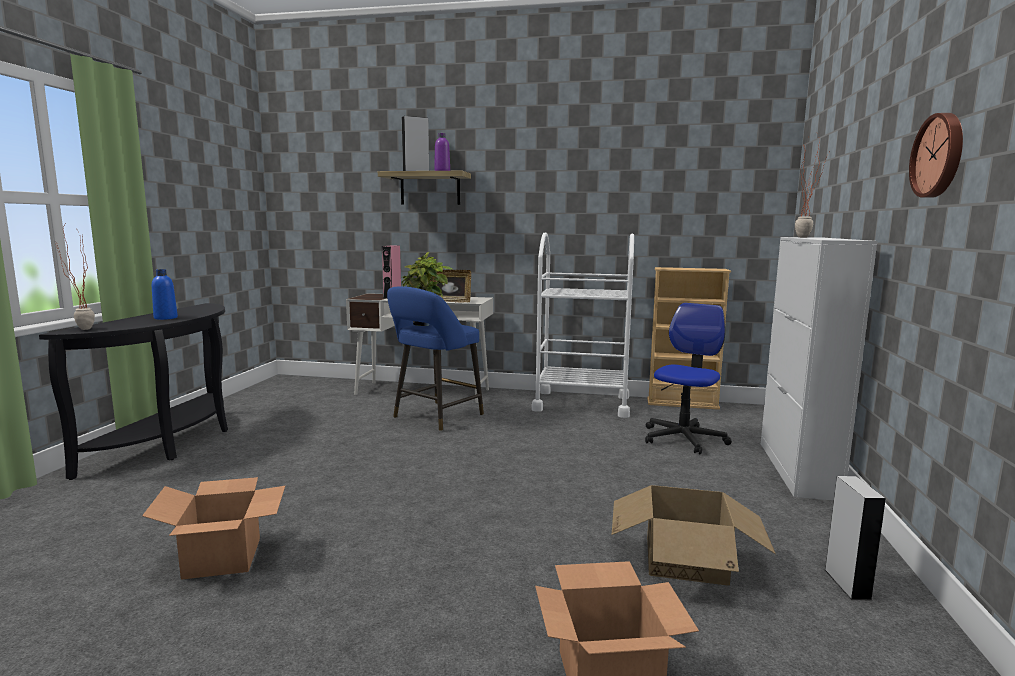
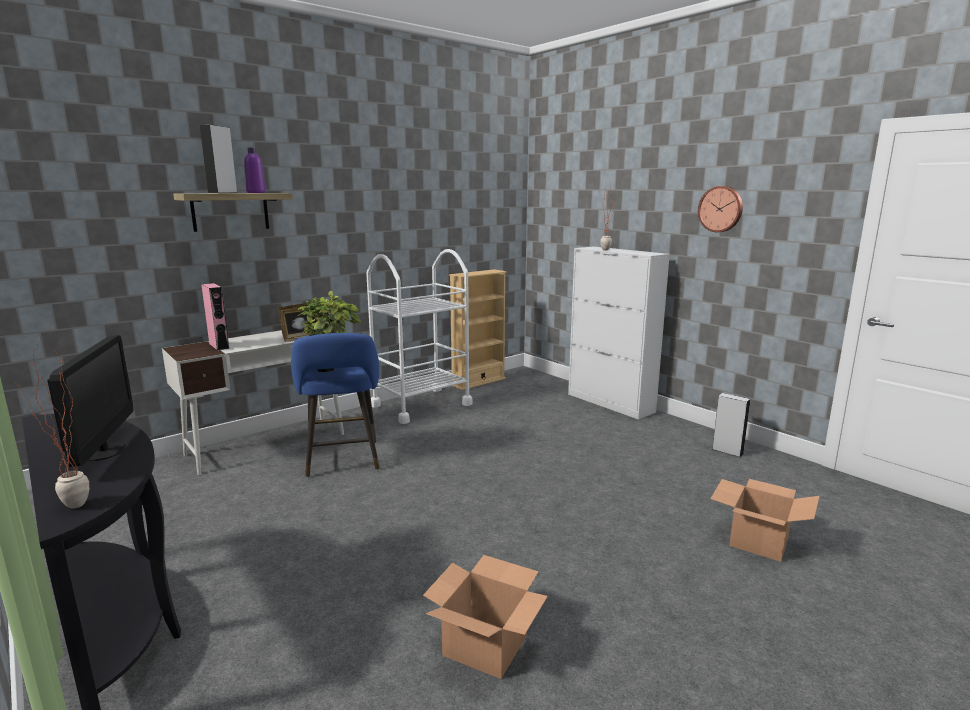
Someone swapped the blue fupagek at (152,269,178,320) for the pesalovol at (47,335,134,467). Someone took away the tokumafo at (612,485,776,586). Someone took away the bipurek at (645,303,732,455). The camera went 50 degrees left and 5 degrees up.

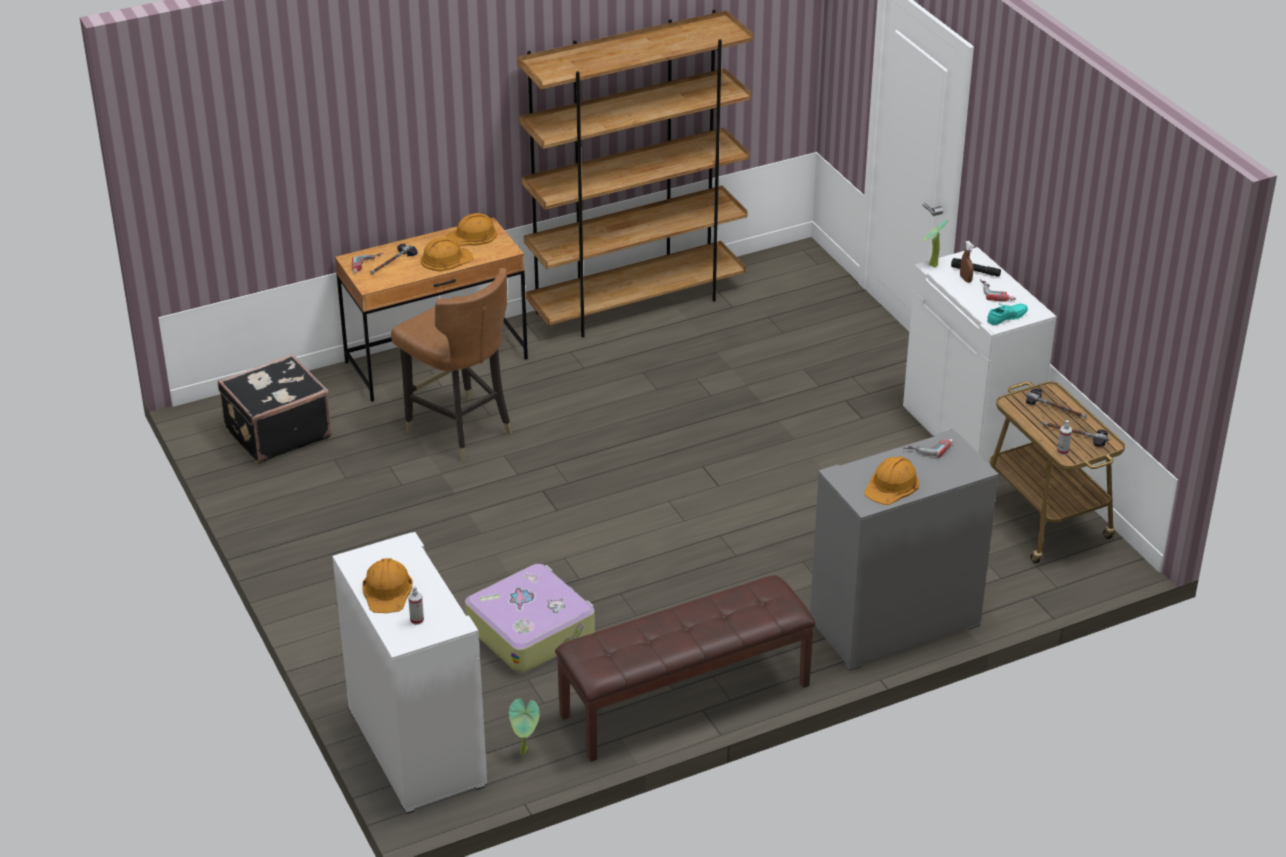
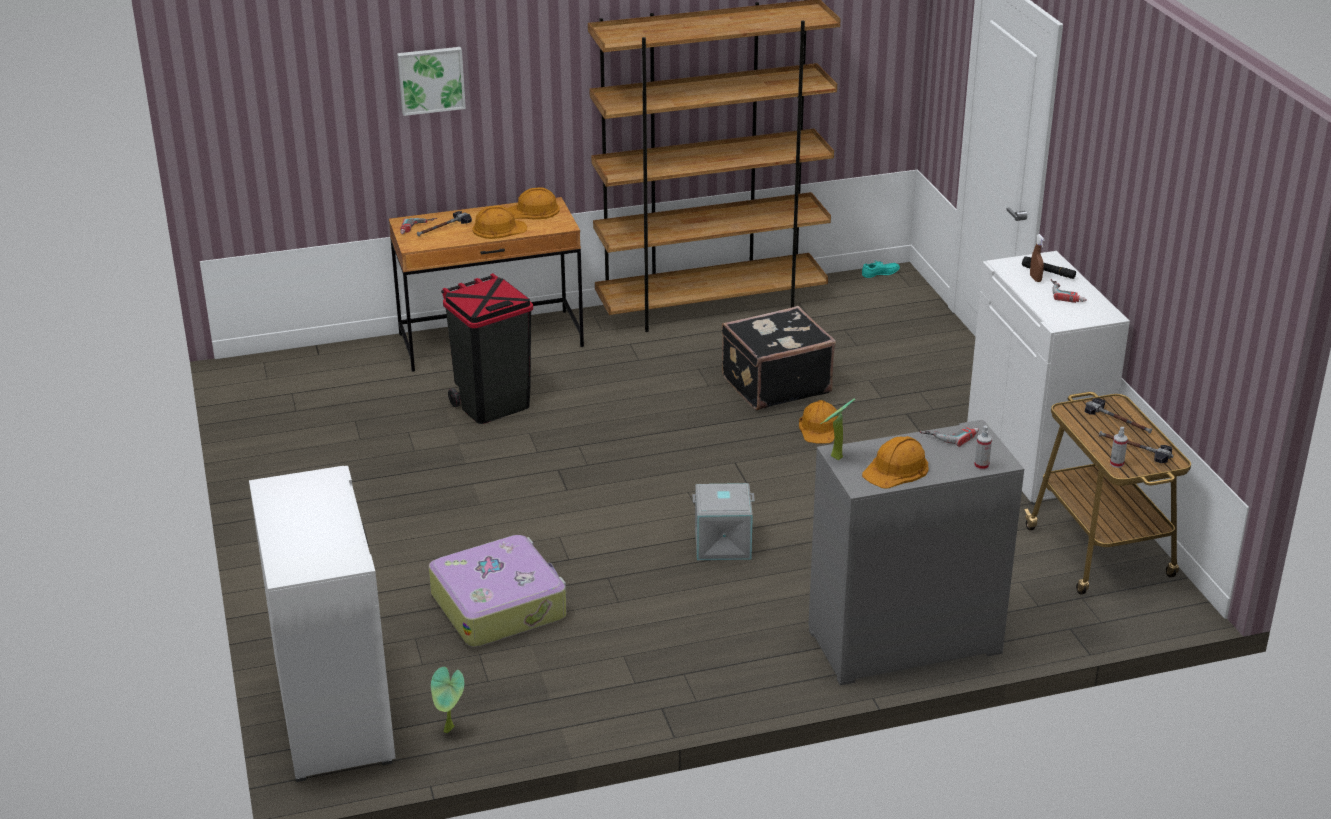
Someone carried the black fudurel from (218,354,331,464) to (722,306,836,410). Someone carried the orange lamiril from (363,558,413,613) to (799,400,838,444). Someone swapped the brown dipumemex at (391,268,512,461) for the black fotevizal at (441,273,533,424). Someone carried the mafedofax from (408,586,424,625) to (974,426,992,470). Someone took away the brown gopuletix at (555,575,816,762). Someone carried the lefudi from (922,220,949,268) to (820,398,855,460). Someone carried the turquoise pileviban from (987,303,1028,325) to (862,260,900,278). Someone put up the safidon at (397,47,466,116). Someone put down the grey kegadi at (692,483,755,560). The camera went 10 degrees right and 5 degrees down.

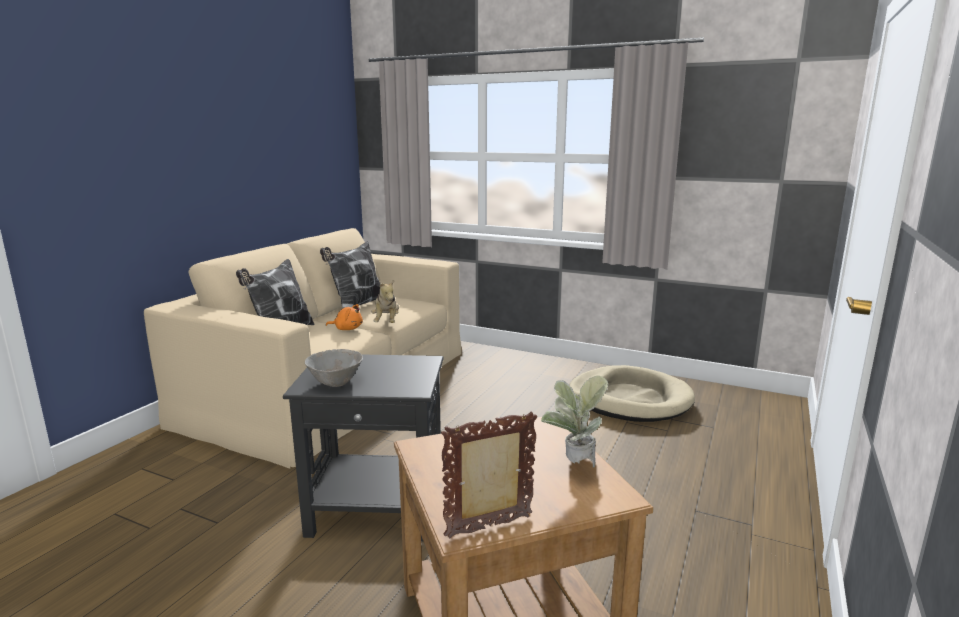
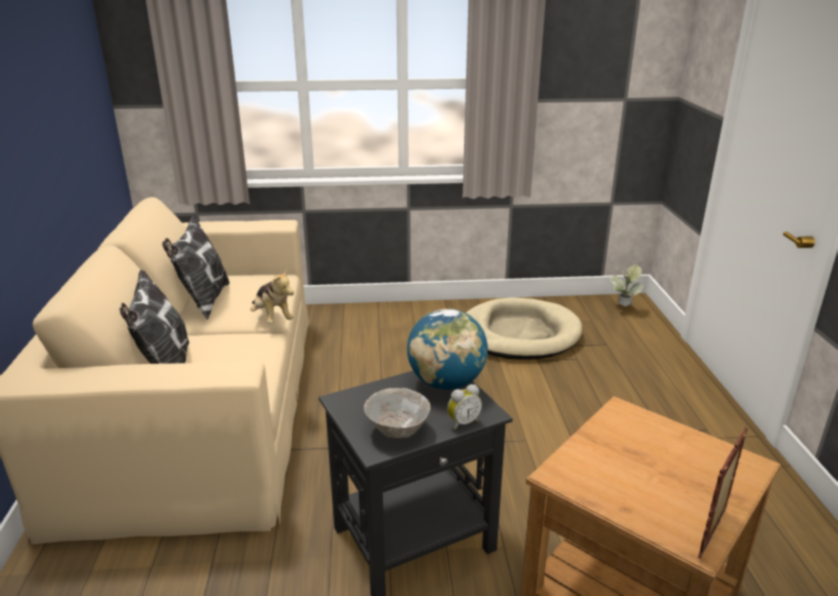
Someone took away the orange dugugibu at (326,304,363,330). Someone carried the lefudi from (541,376,608,468) to (610,264,643,307). Someone put down the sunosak at (407,309,488,390). Someone put down the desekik at (447,384,482,430). The camera went 30 degrees left and 10 degrees up.

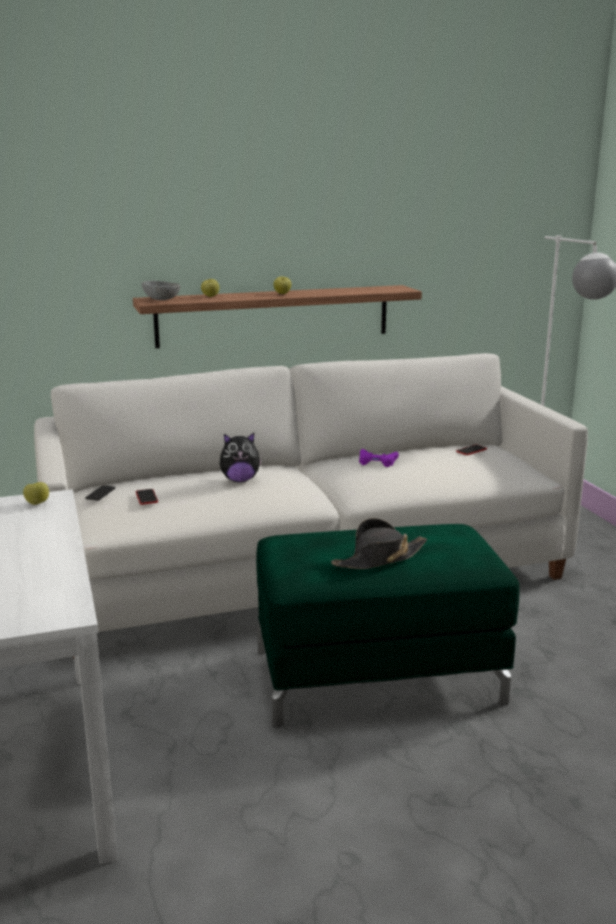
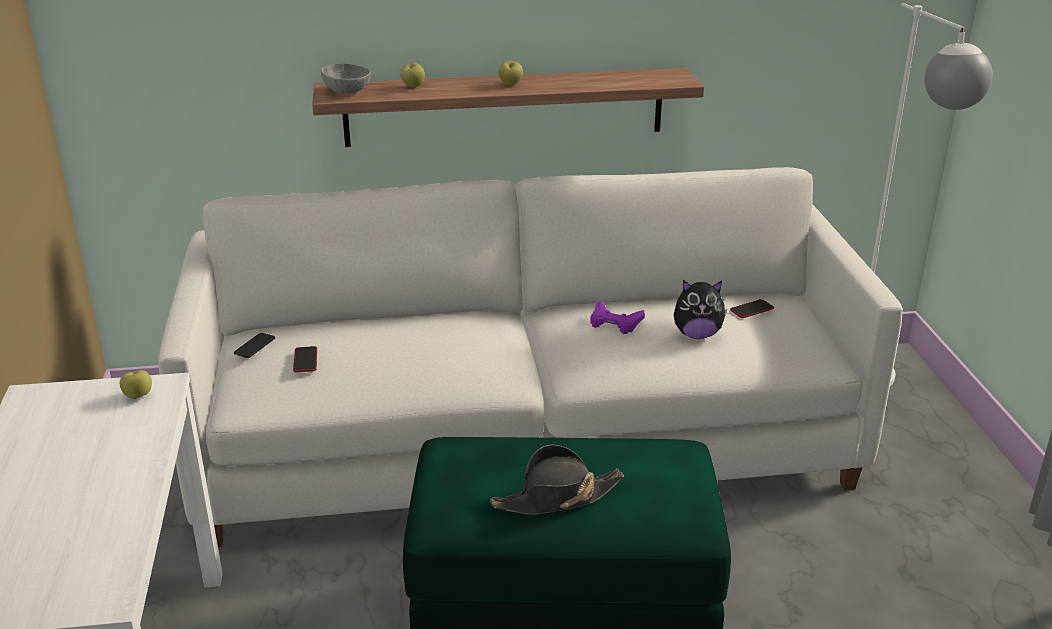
Someone carried the dugugibu from (219,433,262,482) to (674,280,727,339). The camera went 10 degrees right and 10 degrees up.

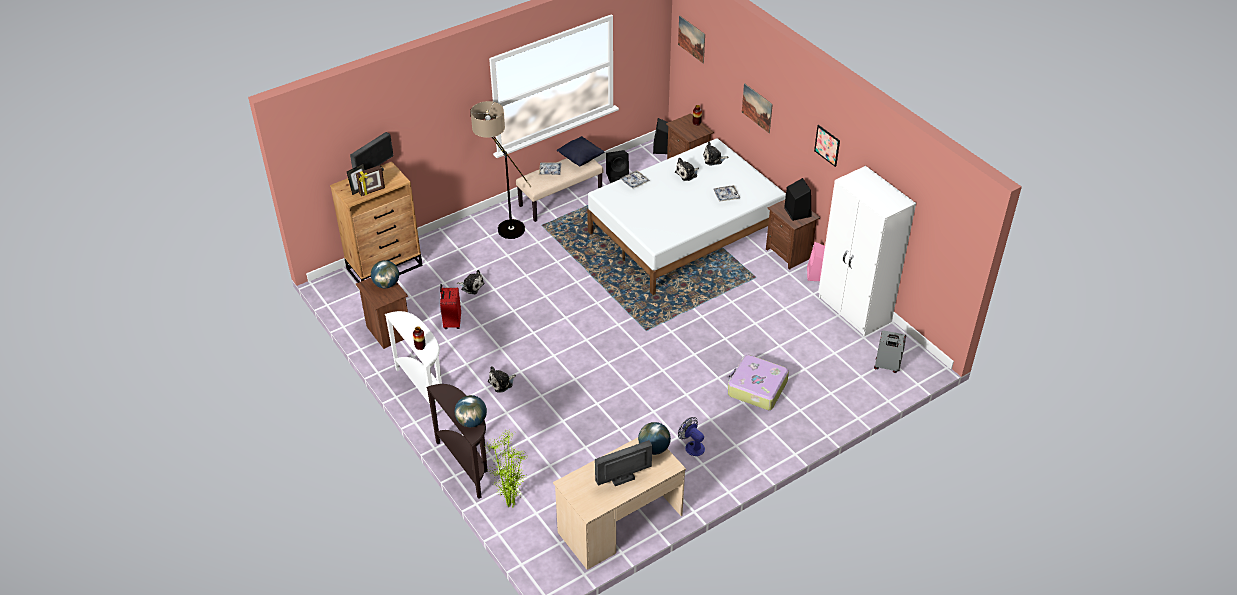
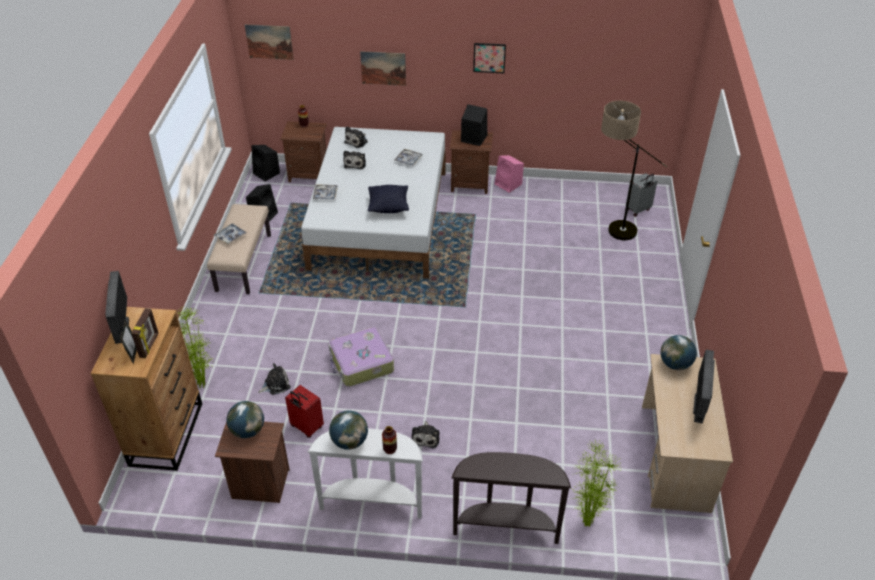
Someone carried the sunosak from (455,395,487,427) to (329,411,368,450). Someone carried the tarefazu from (471,101,531,239) to (601,101,667,240). Someone carried the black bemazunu from (557,136,605,166) to (368,185,409,213). Someone took away the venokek at (678,417,705,456). Someone carried the fudurel from (728,355,789,410) to (328,327,394,387). Someone took away the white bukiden at (818,166,916,336). Someone put down the lefudi at (177,307,213,388). The camera went 50 degrees left and 0 degrees up.

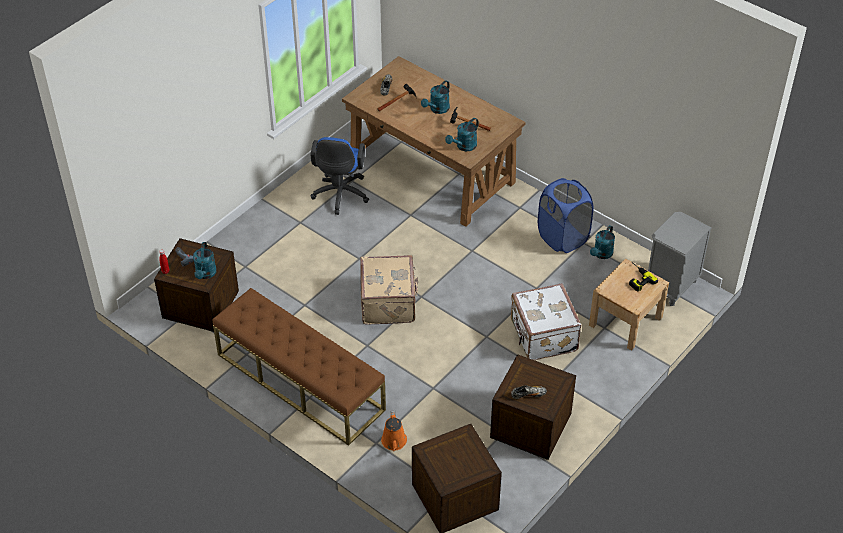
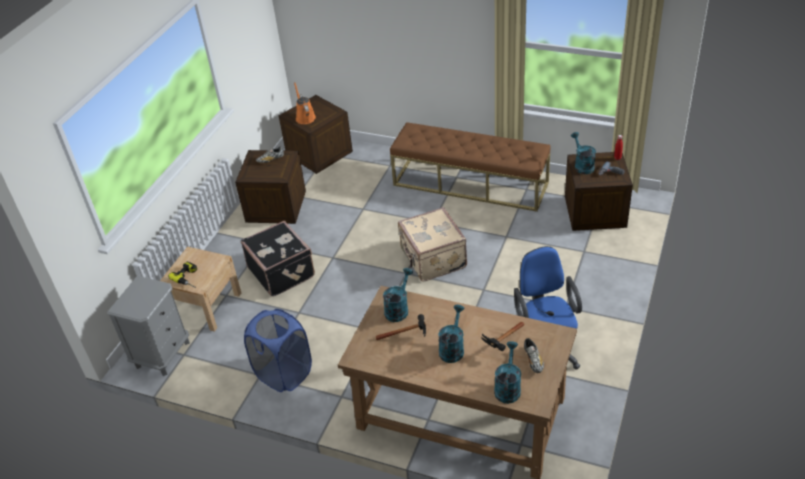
Someone carried the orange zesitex from (381,411,407,452) to (294,82,316,124). Someone repainted the white fudurel at (511,283,581,360), which became the black fudurel at (241,221,315,297). Someone carried the turquoise zesitex from (590,225,615,259) to (494,341,521,404). The camera went 165 degrees right and 5 degrees down.

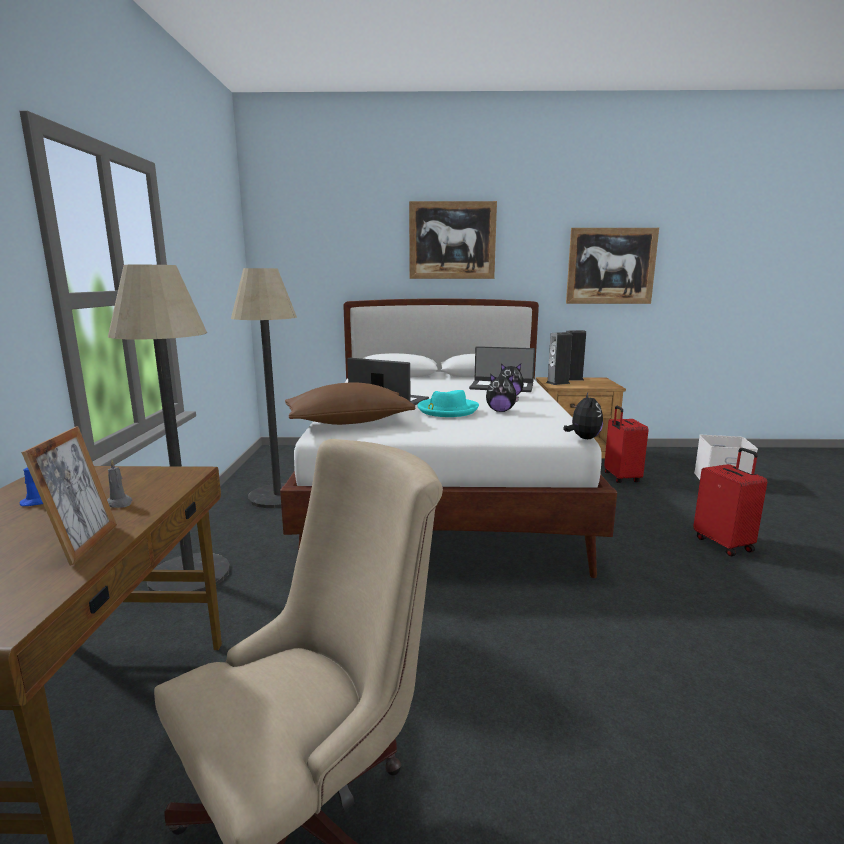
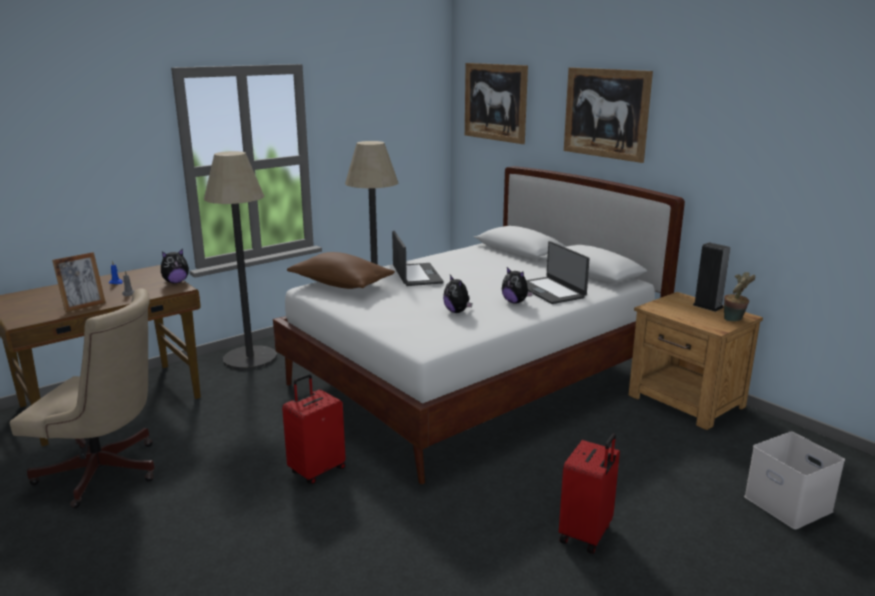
Someone took away the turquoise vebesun at (417,390,479,417). Someone took away the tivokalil at (546,332,572,385). Someone carried the dugugibu from (563,393,603,439) to (161,249,189,283). Someone carried the safidon from (566,228,659,304) to (465,63,528,144). Someone carried the red fudurel from (604,406,649,483) to (282,374,346,484). Someone put down the lefudi at (724,272,756,321). The camera went 50 degrees right and 5 degrees up.

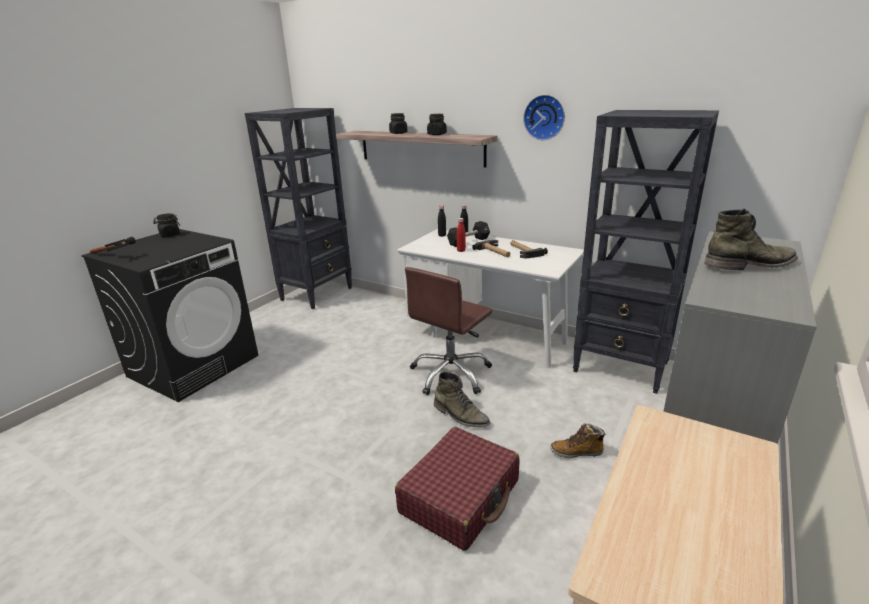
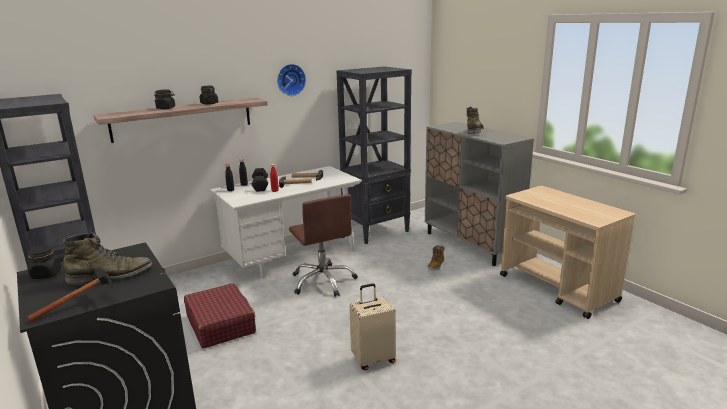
Someone carried the red fudurel from (395,427,520,551) to (184,283,256,349). Someone carried the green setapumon from (434,372,490,427) to (63,232,153,285). Someone put down the beige fudurel at (349,283,396,370). The camera went 65 degrees left and 5 degrees down.

